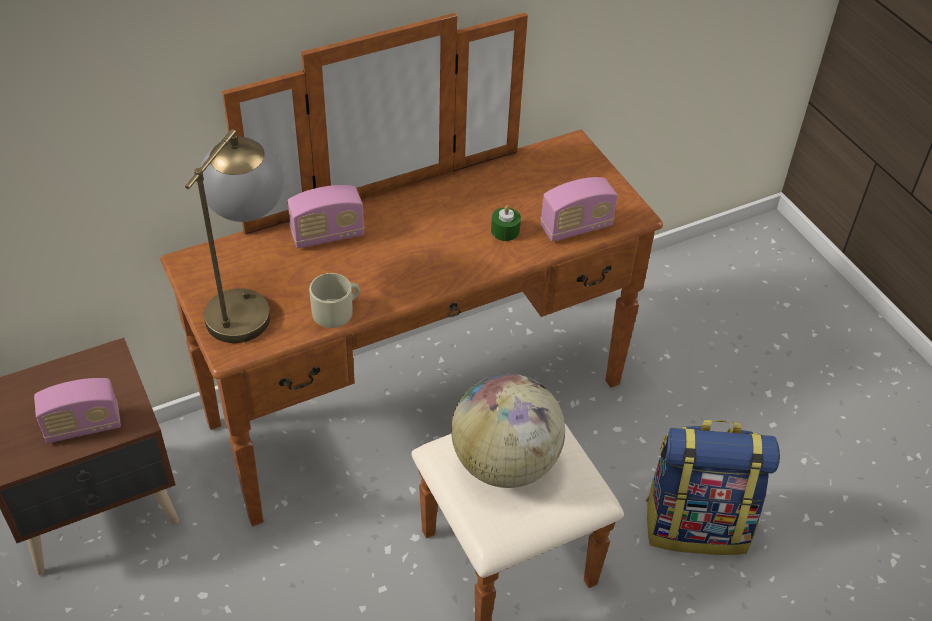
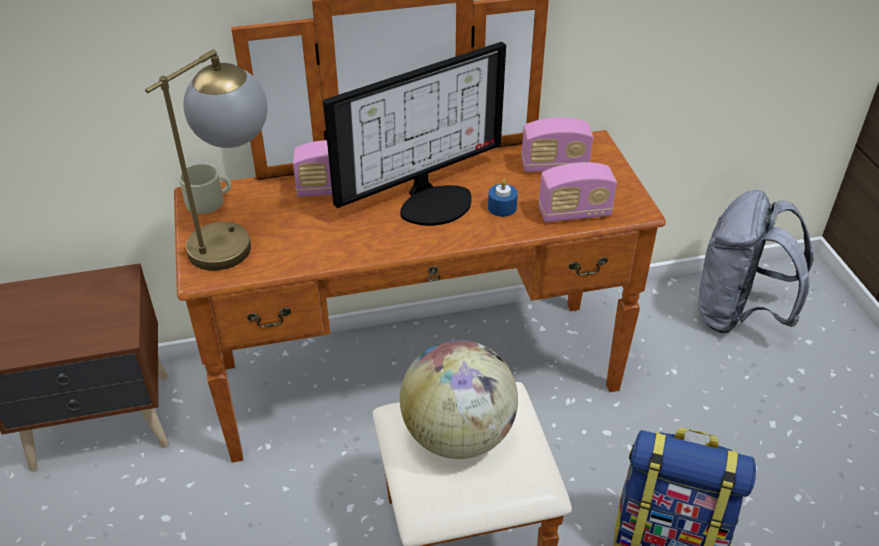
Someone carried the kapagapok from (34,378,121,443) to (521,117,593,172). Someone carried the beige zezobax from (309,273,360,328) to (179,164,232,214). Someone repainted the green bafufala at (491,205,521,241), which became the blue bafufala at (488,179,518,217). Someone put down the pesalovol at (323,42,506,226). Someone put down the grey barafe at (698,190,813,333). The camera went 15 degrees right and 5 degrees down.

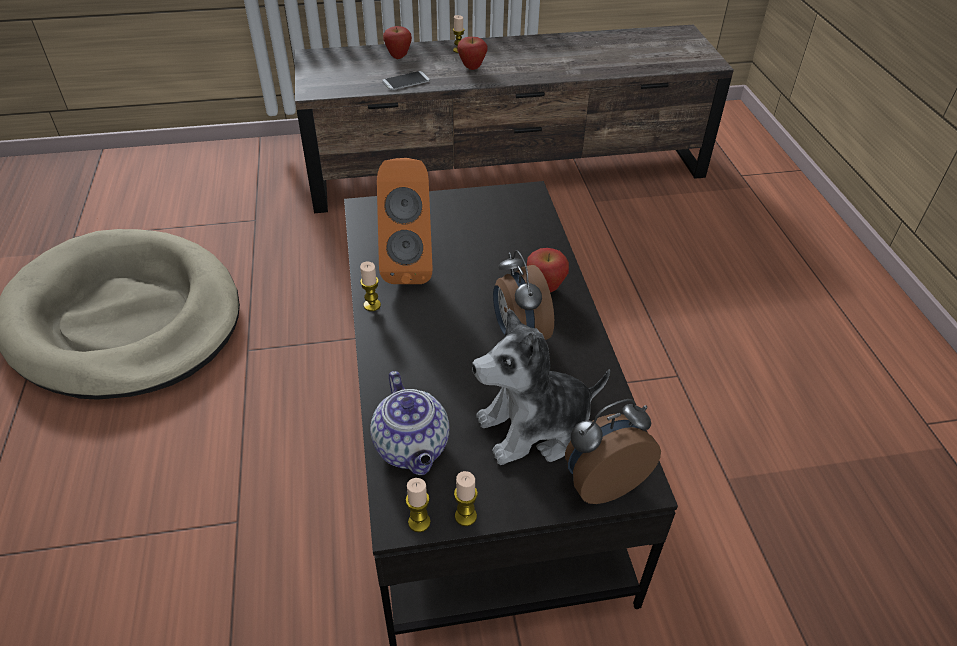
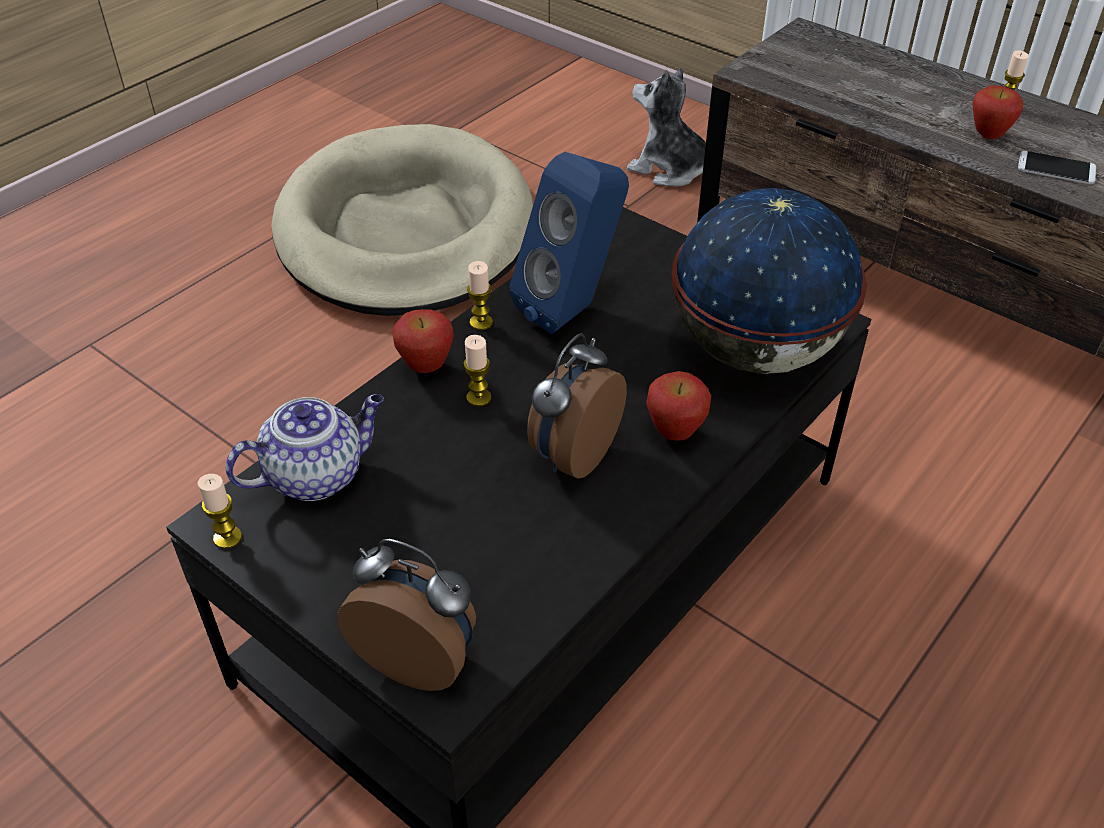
Someone rotated the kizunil at (370,371,449,475) by 150 degrees counterclockwise. Someone repainted the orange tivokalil at (377,158,433,284), which became the blue tivokalil at (509,152,629,334). Someone carried the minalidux from (382,71,430,90) to (1018,151,1096,184). Someone carried the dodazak from (383,26,412,59) to (392,309,454,373). Someone carried the bafufala from (454,471,478,526) to (463,335,491,407). Someone carried the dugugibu from (472,309,610,465) to (627,67,706,187). Someone put down the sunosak at (672,188,867,374). The camera went 50 degrees right and 0 degrees up.

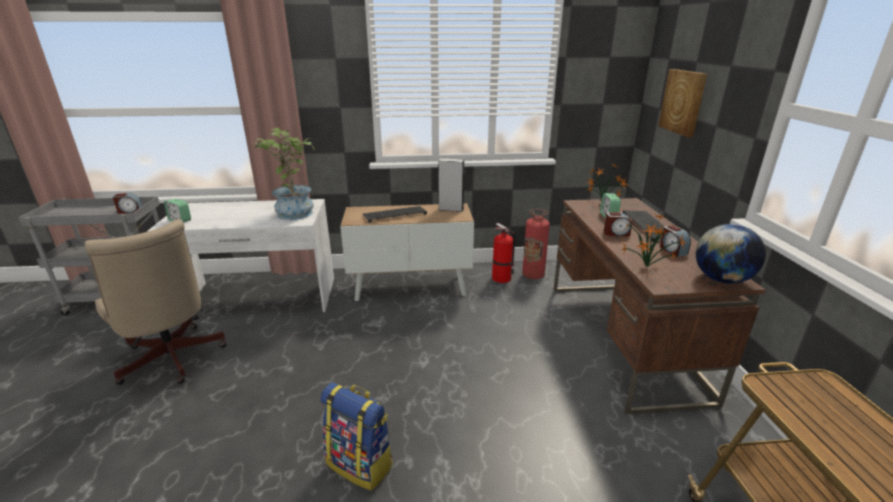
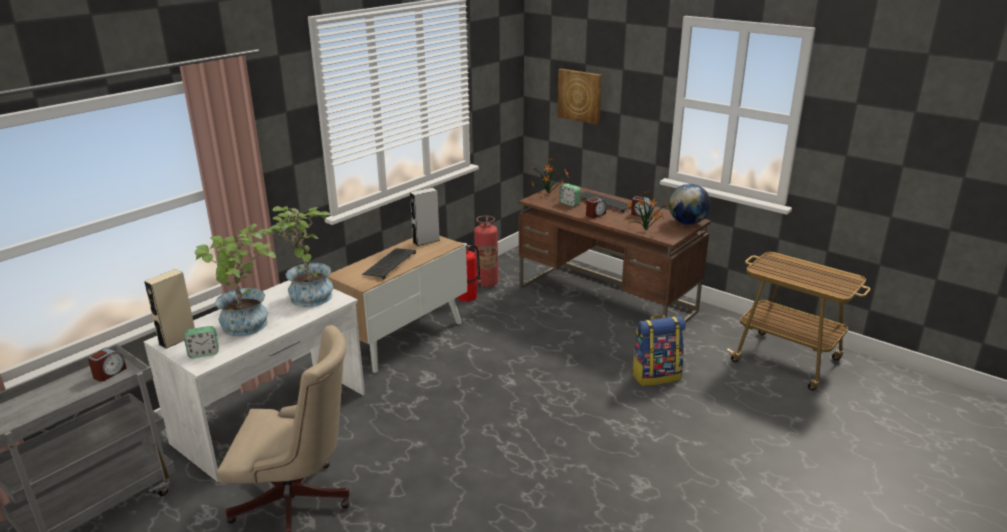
Someone carried the barafe from (320,382,393,491) to (632,315,686,386). Someone put down the beige tivokalil at (144,269,195,349). Someone put down the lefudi at (195,224,276,336). The camera went 45 degrees left and 0 degrees up.

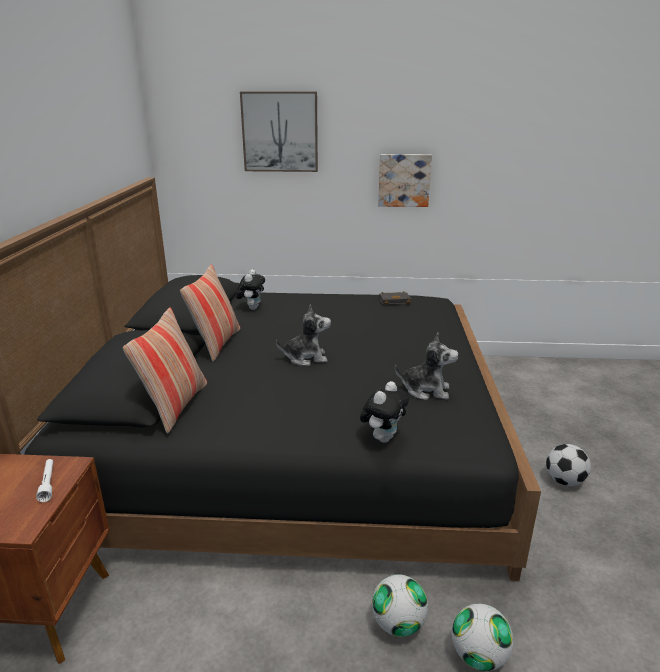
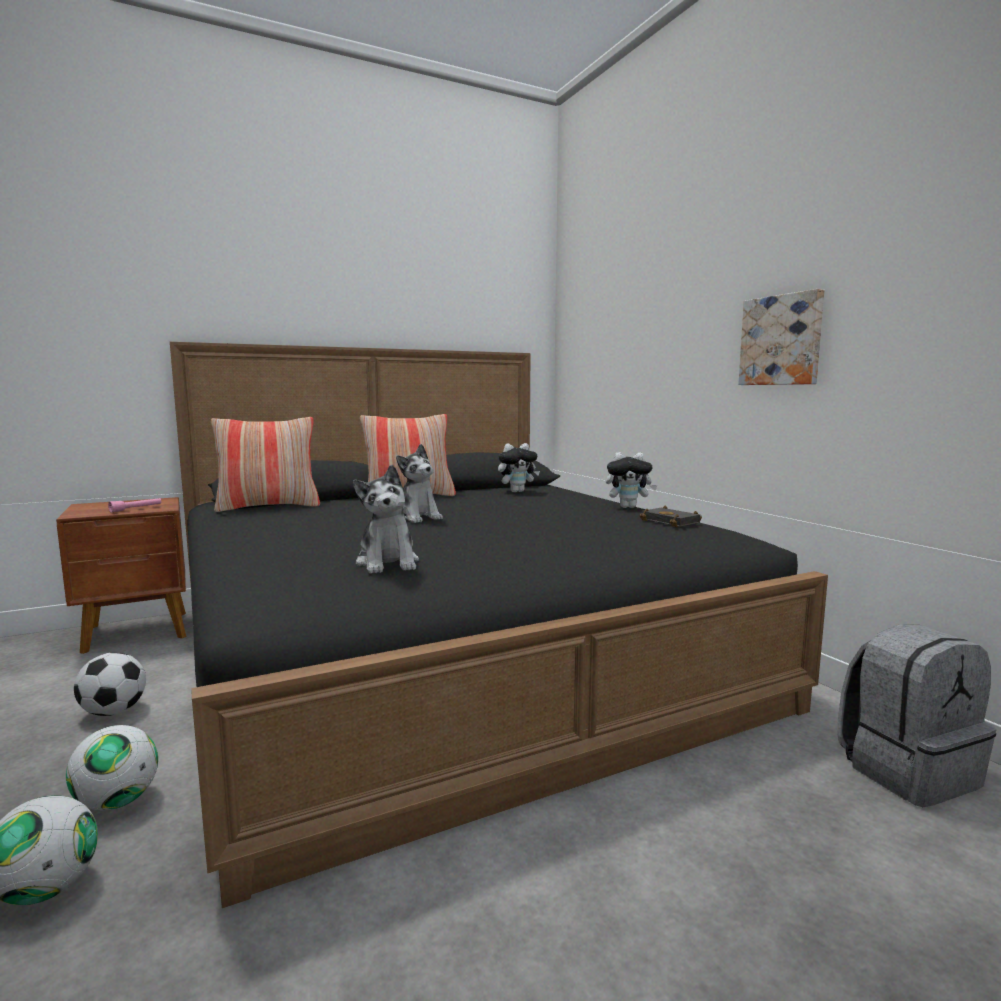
Someone repainted the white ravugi at (36,459,53,502), which became the pink ravugi at (108,498,161,513). Someone took away the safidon at (240,92,318,172). Someone carried the dugugibu from (360,381,409,443) to (606,452,658,508). Someone carried the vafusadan from (546,444,591,486) to (74,652,146,716). Someone put down the grey barafe at (838,624,997,807). The camera went 60 degrees right and 15 degrees down.

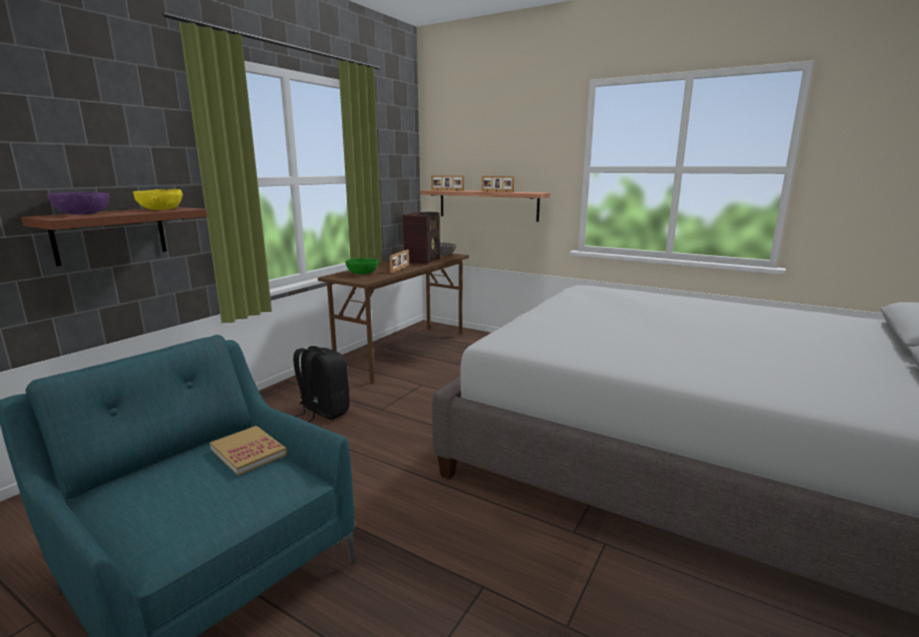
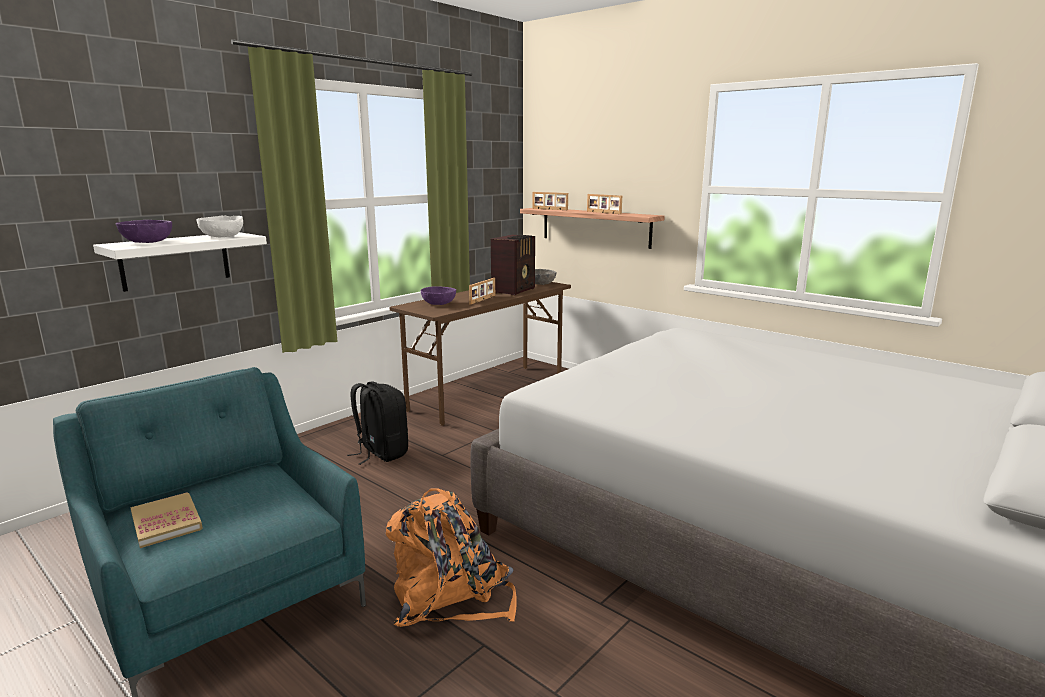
Someone repainted the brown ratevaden at (21,207,207,266), which became the white ratevaden at (93,232,267,292). Someone repainted the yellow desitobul at (133,189,183,210), which became the white desitobul at (196,215,243,237). Someone carried the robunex from (210,426,287,476) to (130,492,203,548). Someone repainted the green desitobul at (345,258,378,274), which became the purple desitobul at (421,287,456,305). Someone put down the orange barafe at (386,488,516,627). The camera went 10 degrees right and 0 degrees up.

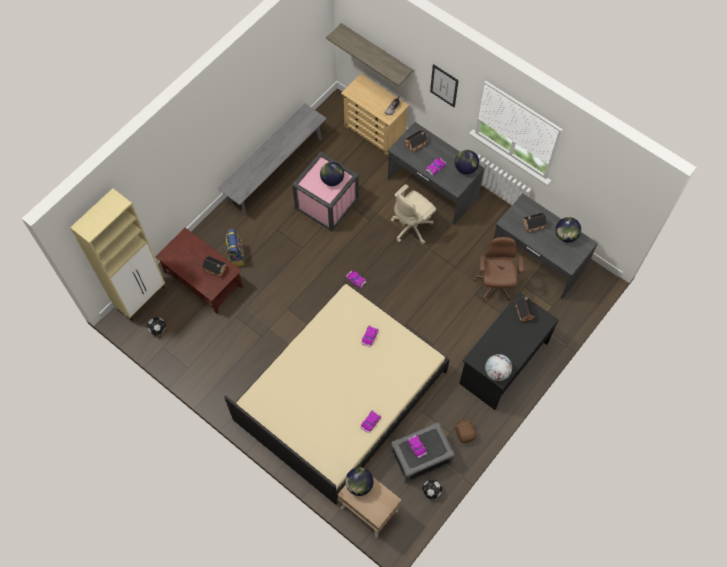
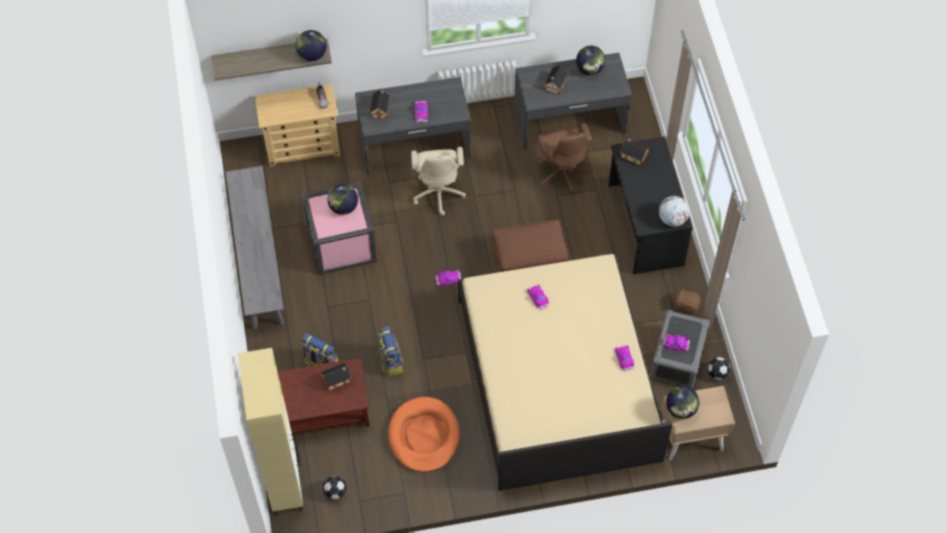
Someone took away the safidon at (430,64,459,108). Someone carried the sunosak from (455,150,479,174) to (296,30,327,61). Someone rotated the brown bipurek at (473,237,524,302) by 150 degrees counterclockwise. Someone put down the barafe at (377,326,404,376). Someone put down the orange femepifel at (388,397,459,472). Someone put down the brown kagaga at (493,220,568,272). The camera went 50 degrees left and 5 degrees down.

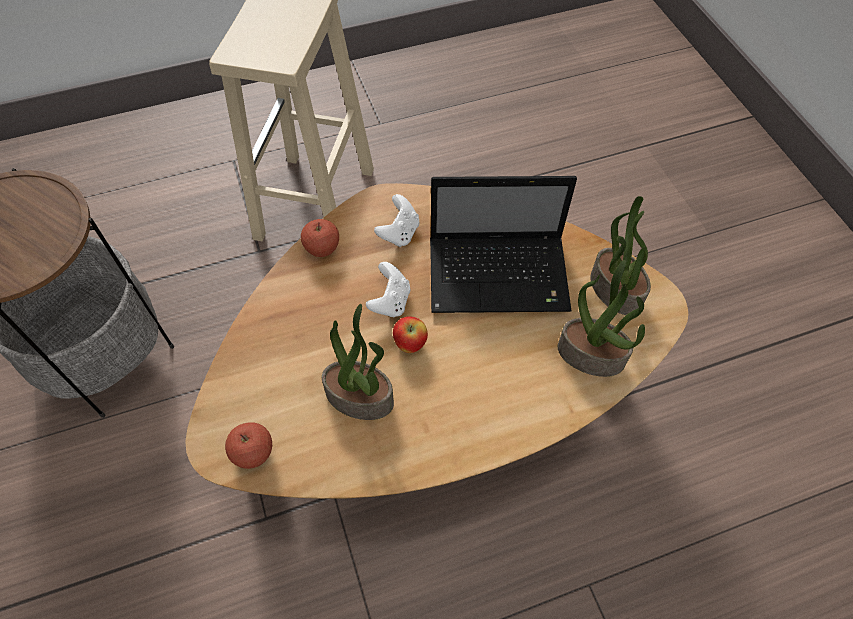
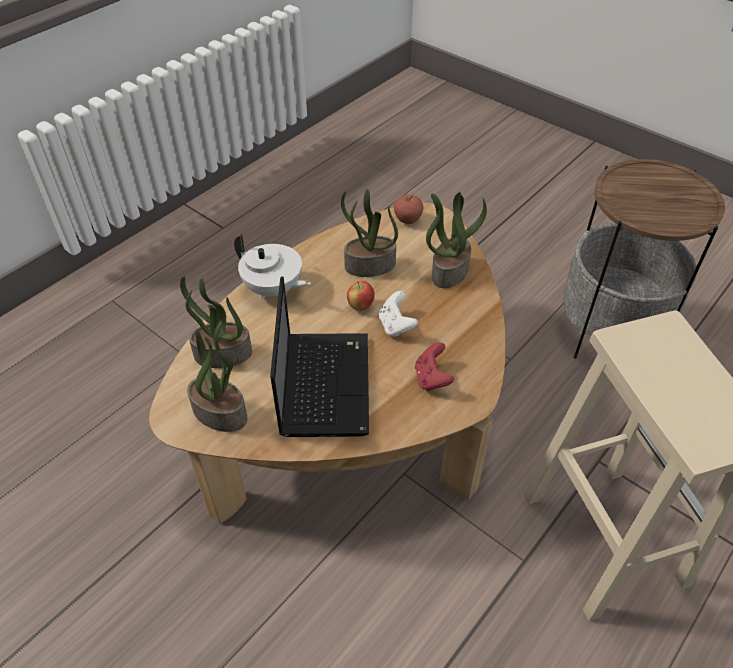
Someone took away the dodazak at (301,219,339,257). Someone repainted the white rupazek at (374,194,419,247), which became the red rupazek at (415,342,454,391). Someone rotated the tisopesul at (430,176,577,313) by 120 degrees clockwise. Someone put down the white kizunil at (234,234,311,298). Someone put down the lefudi at (426,192,487,288). The camera went 150 degrees right and 10 degrees down.

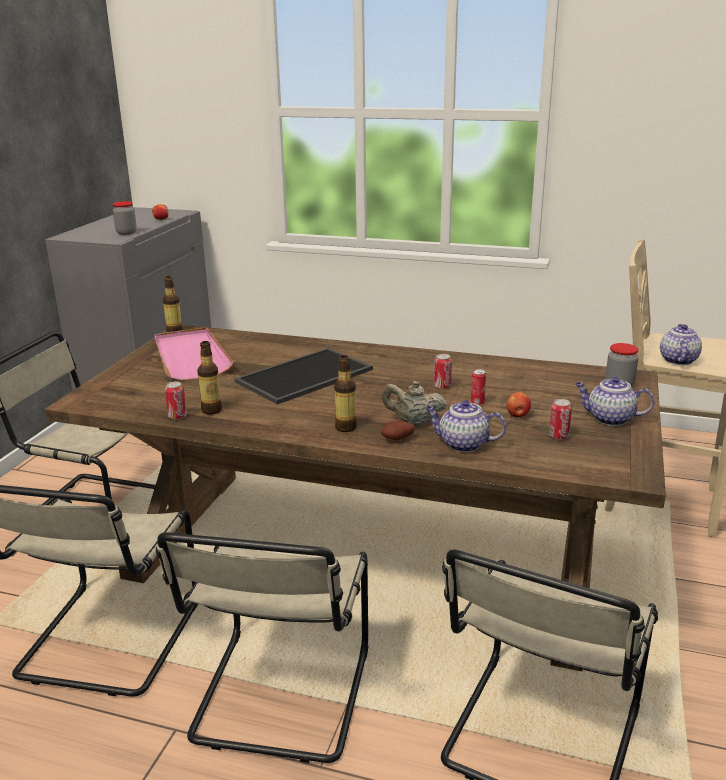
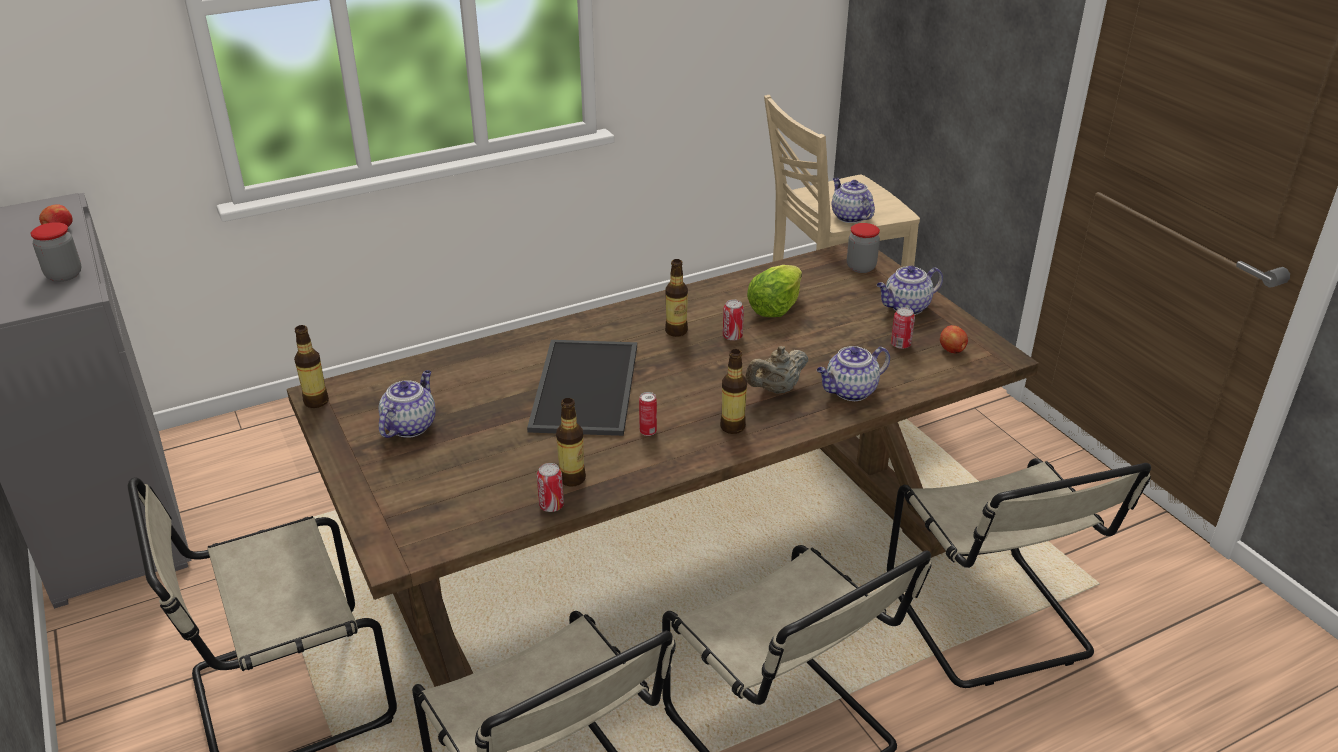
Someone swapped the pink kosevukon at (154,327,233,380) for the kizunil at (378,370,436,438). Someone took away the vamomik at (381,421,415,440). Someone carried the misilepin from (471,369,486,406) to (639,392,657,436). Someone carried the dodazak from (507,392,531,417) to (940,325,968,353). Someone put down the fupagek at (665,259,688,337). Someone put down the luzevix at (747,265,802,317). The camera went 45 degrees left and 10 degrees up.

